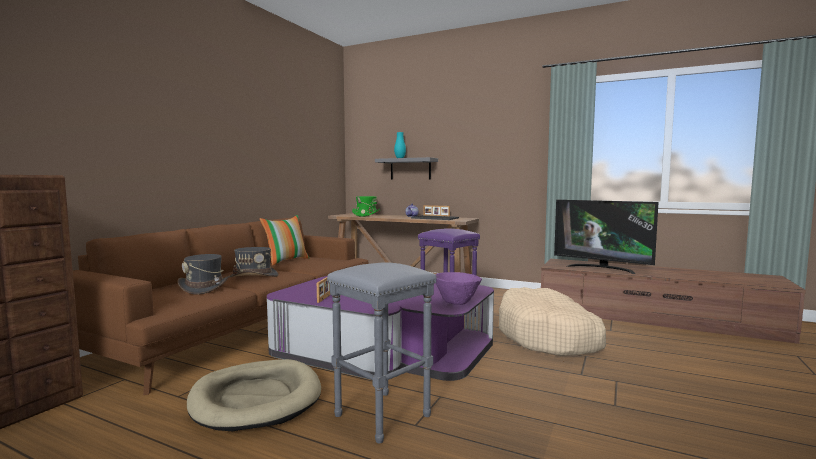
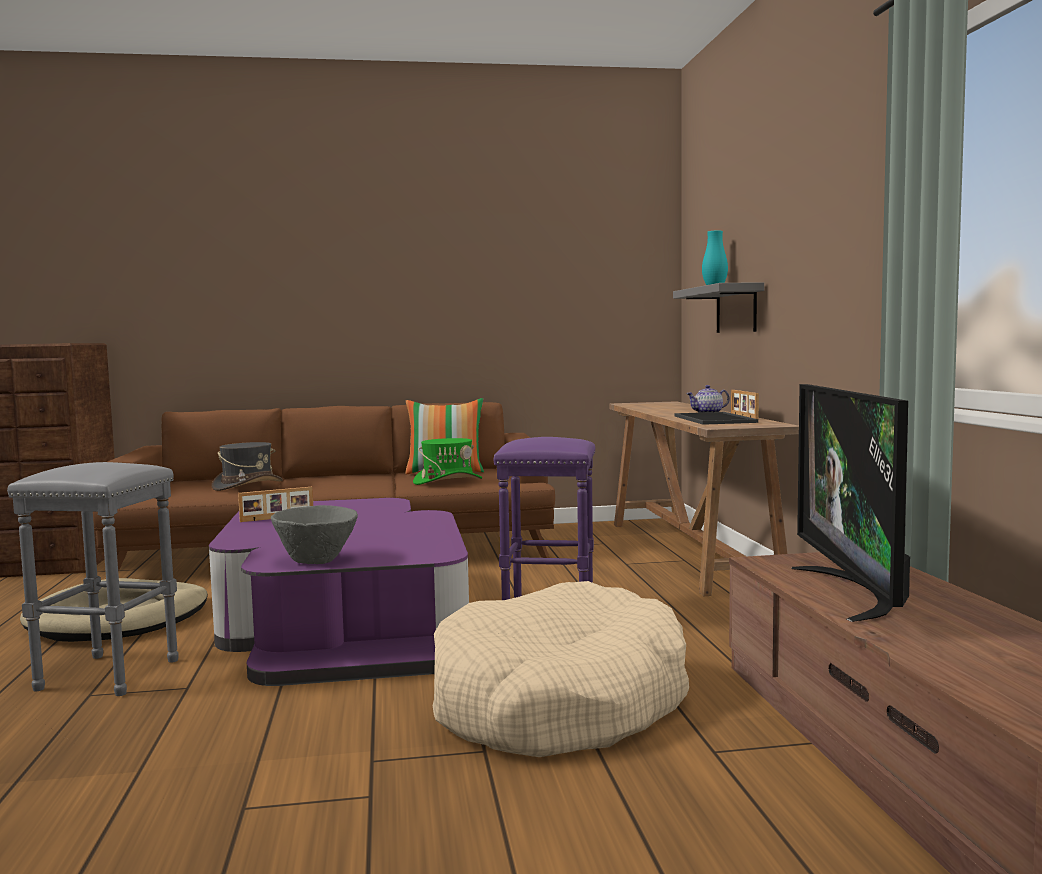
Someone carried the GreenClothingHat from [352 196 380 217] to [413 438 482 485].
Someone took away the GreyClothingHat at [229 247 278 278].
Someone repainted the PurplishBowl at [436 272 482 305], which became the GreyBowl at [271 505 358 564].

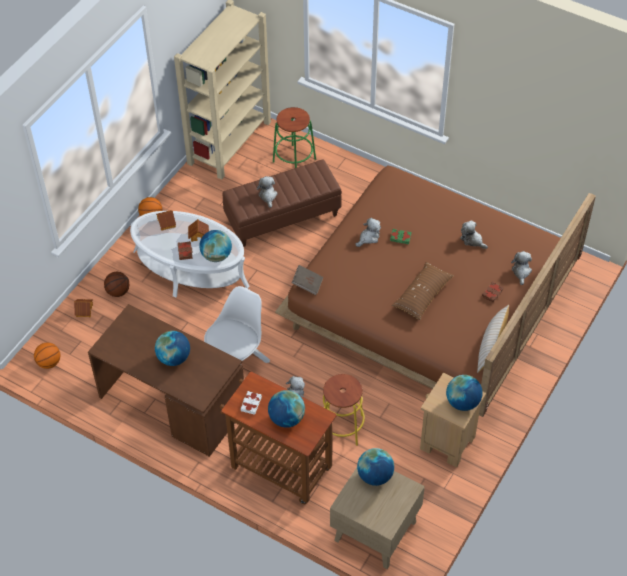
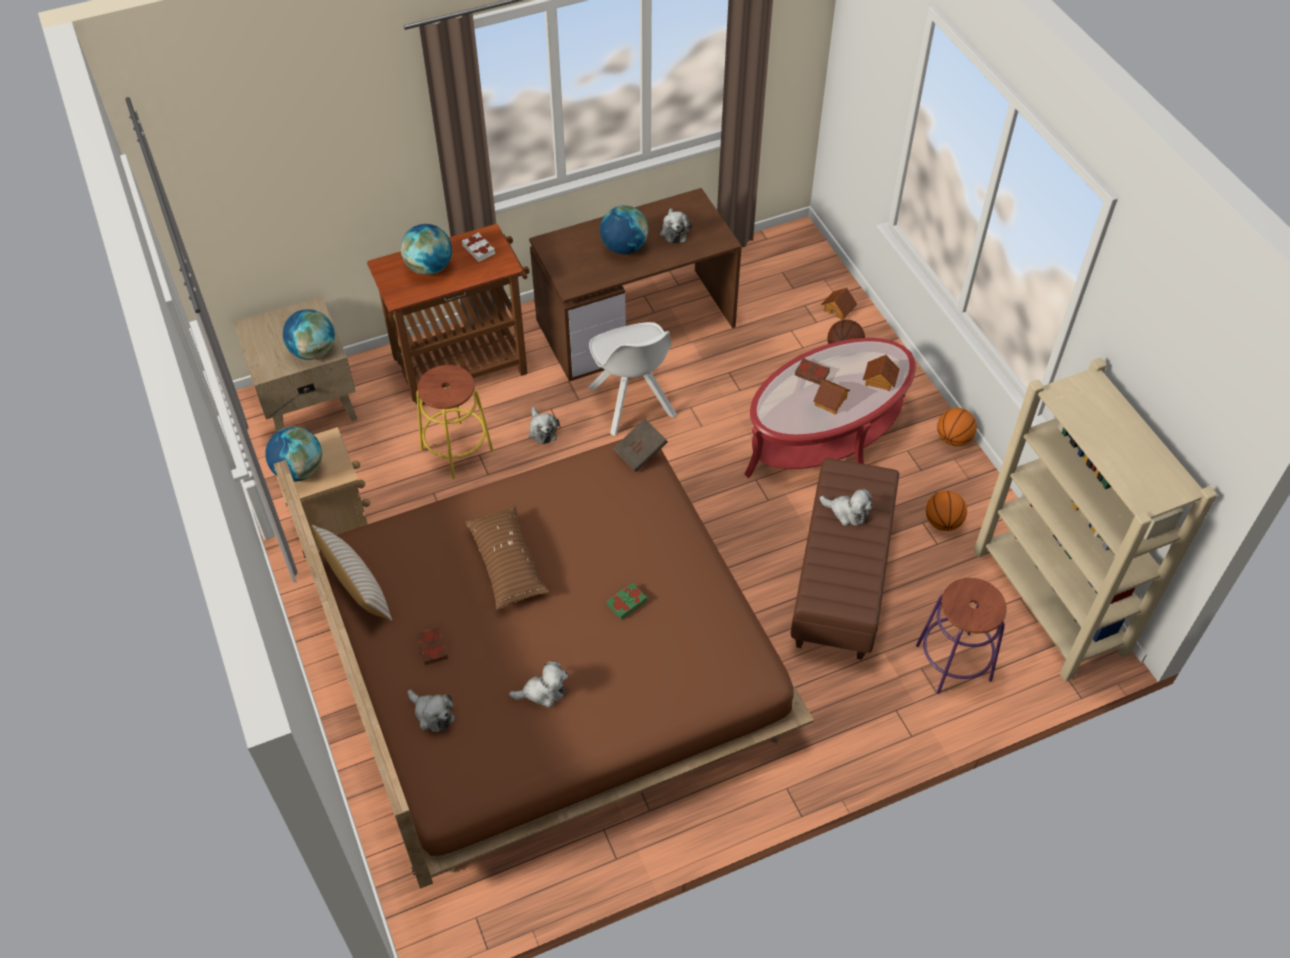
Someone repainted the GreenStoolSeat at [273 107 316 168], which became the PurplishStoolSeat at [916 578 1007 694].
Someone repainted the WhiteCoffeeTable at [130 211 249 297], which became the RedCoffeeTable at [745 338 916 478].
Someone carried the CuddlyToy from [355 218 381 247] to [660 208 692 244].
Someone took away the Globe at [199 230 232 262].
Someone carried the BallForBasketball from [34 343 60 369] to [926 491 967 531].

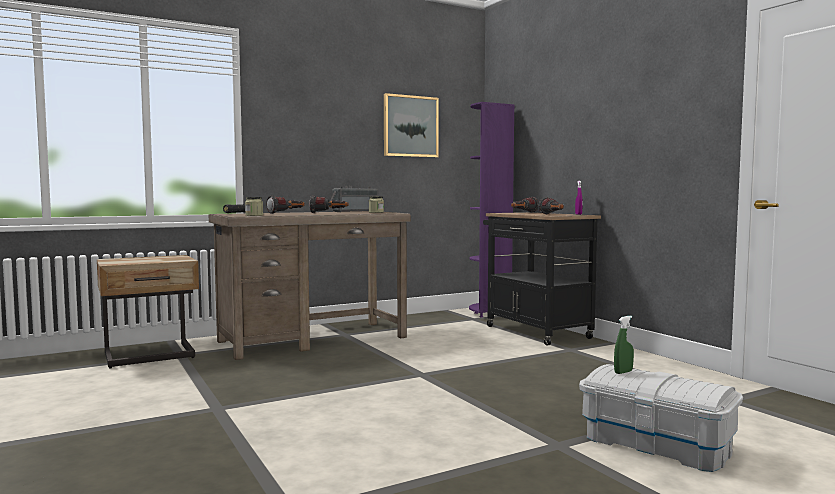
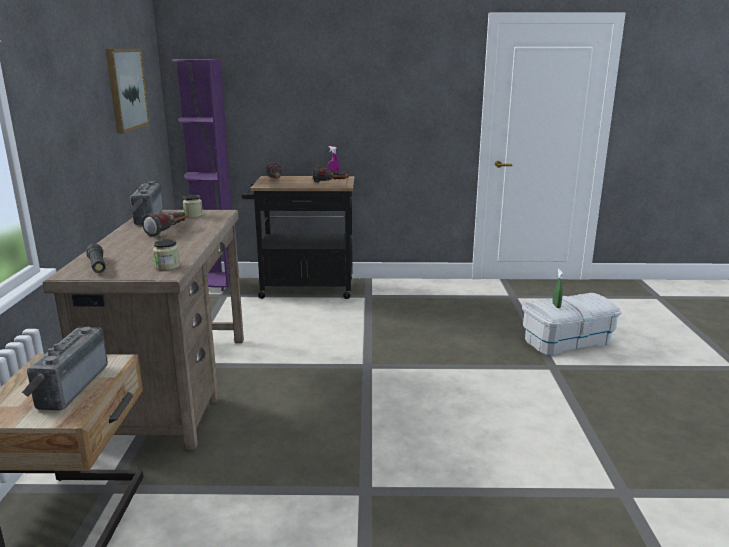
Someone took away the Torch at [266 195 305 214].
Someone put down the RadioSet at [22 327 108 411].

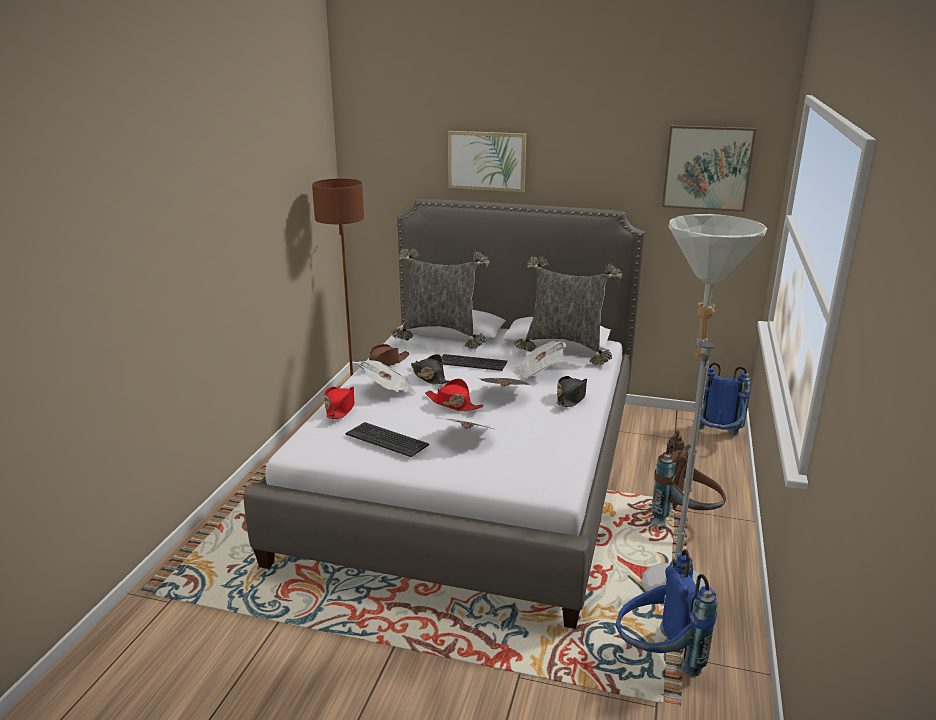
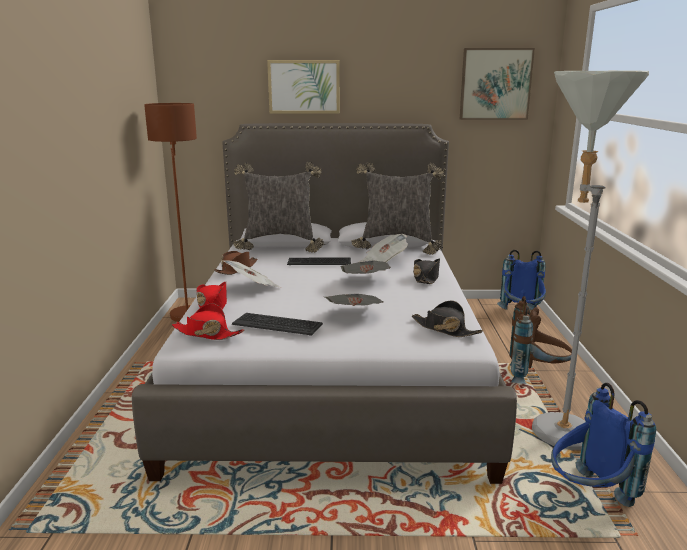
Someone carried the BlackishClothingHat from [411 354 449 385] to [411 300 483 337].
Someone carried the RedClothingHat from [425 379 484 412] to [172 303 244 340].

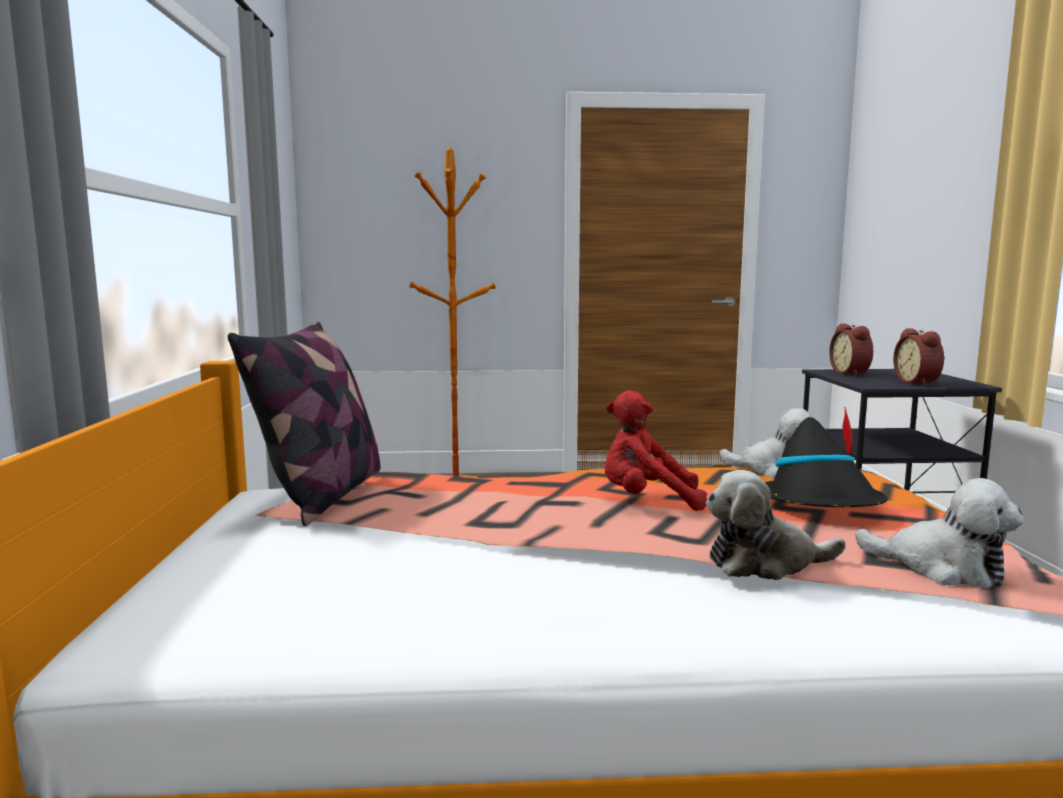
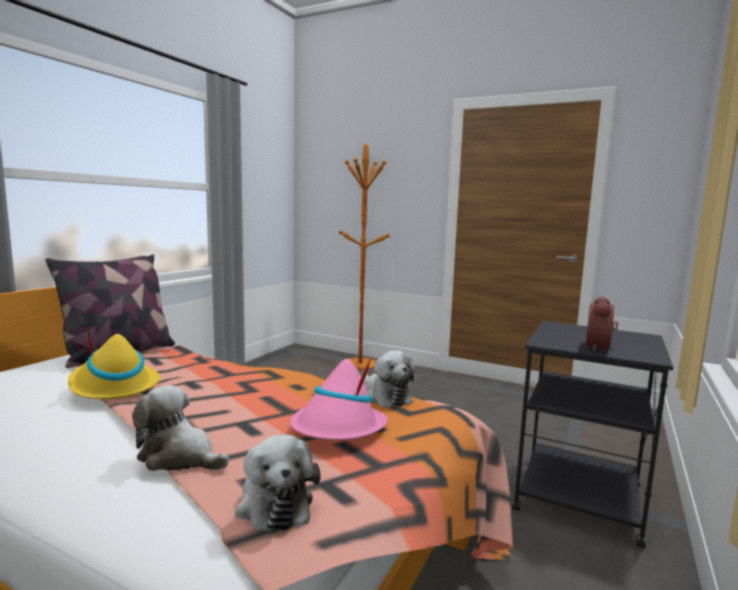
Someone took away the BedsideClock at [829 323 873 376].
Someone took away the RedCuddlyToy at [604 390 707 511].
Someone repainted the BlackishClothingHat at [765 407 888 507], which became the PinkishClothingHat at [290 355 388 440].
Someone put down the YellowClothingHat at [68 330 160 399].

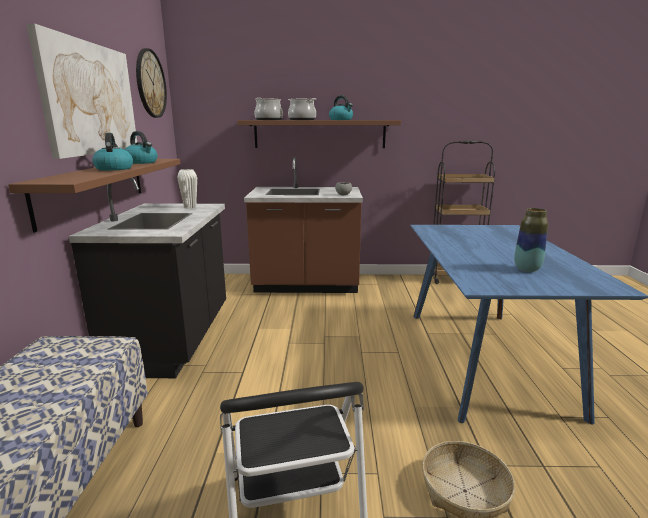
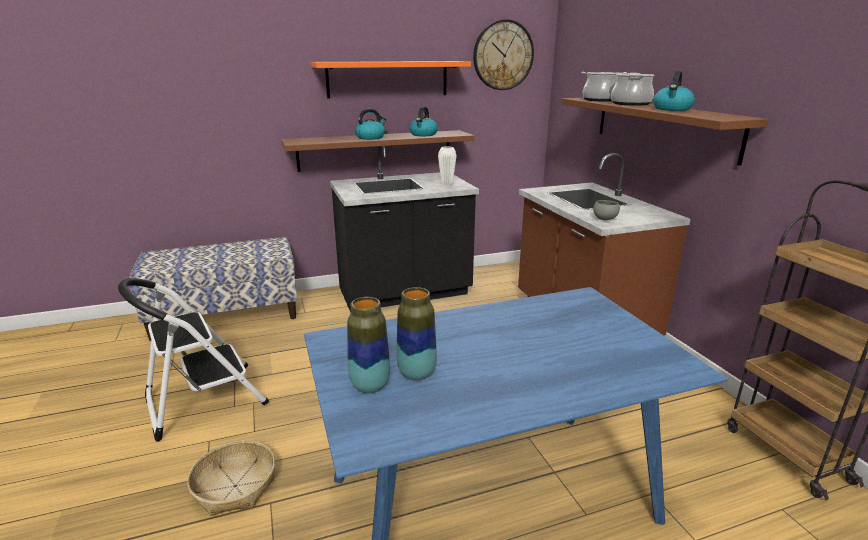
Someone swapped the WallArt at [26 23 137 159] for the OrangeyShelf at [311 61 471 98].
Someone put down the DecorativeVase at [347 297 390 393].

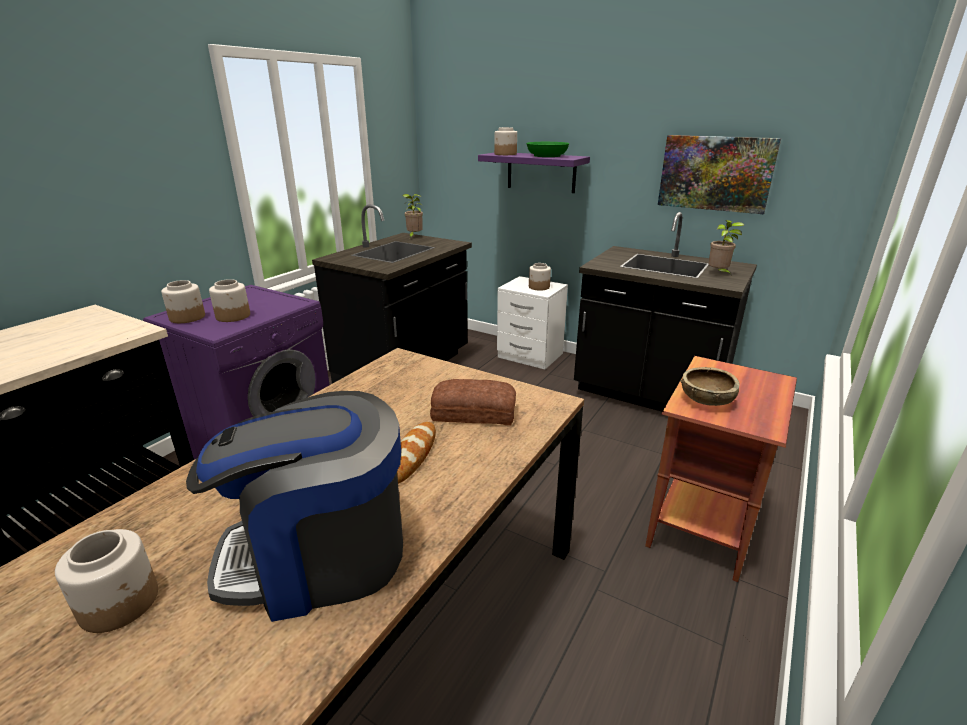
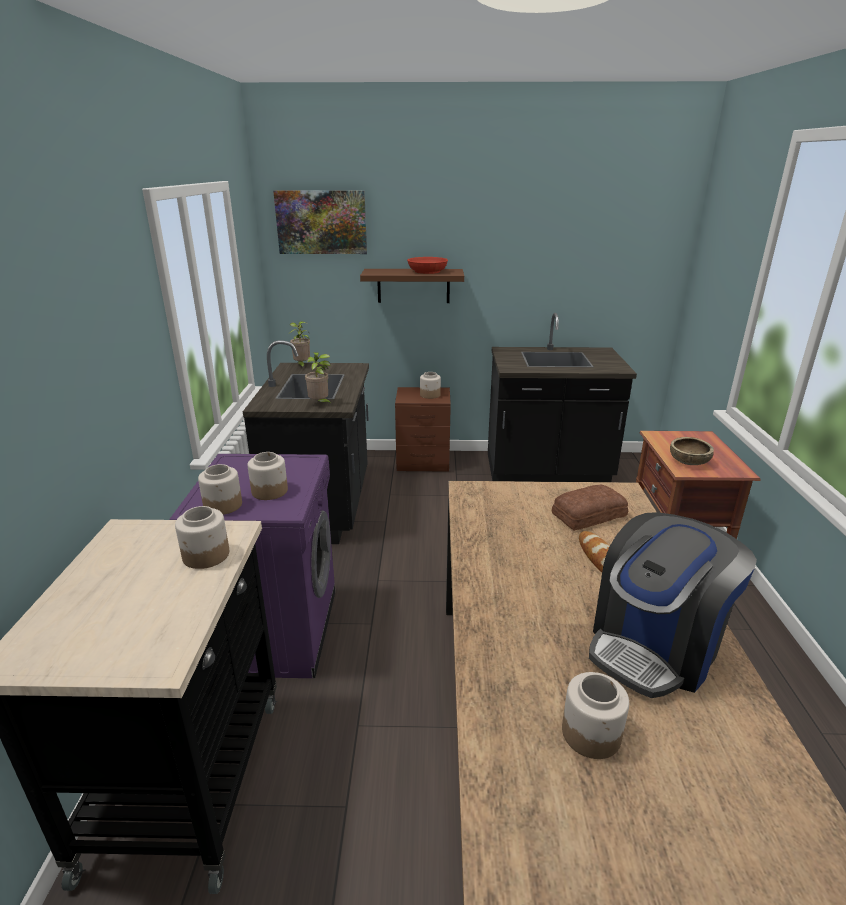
Someone carried the StorageJar from [494 127 517 155] to [175 506 229 569].
Someone carried the WallArt from [658 135 781 214] to [273 190 367 254].
Someone repainted the GreenBowl at [526 142 570 157], which became the RedBowl at [407 257 448 274].
Someone repainted the PurplishShelf at [478 153 590 193], which became the BrownColouredShelf at [360 269 464 303].
Someone carried the PottedPlant from [708 220 744 276] to [305 352 332 404].
Someone repainted the WhiteNightstand at [497 276 568 370], which became the BrownColouredNightstand at [395 387 451 472].

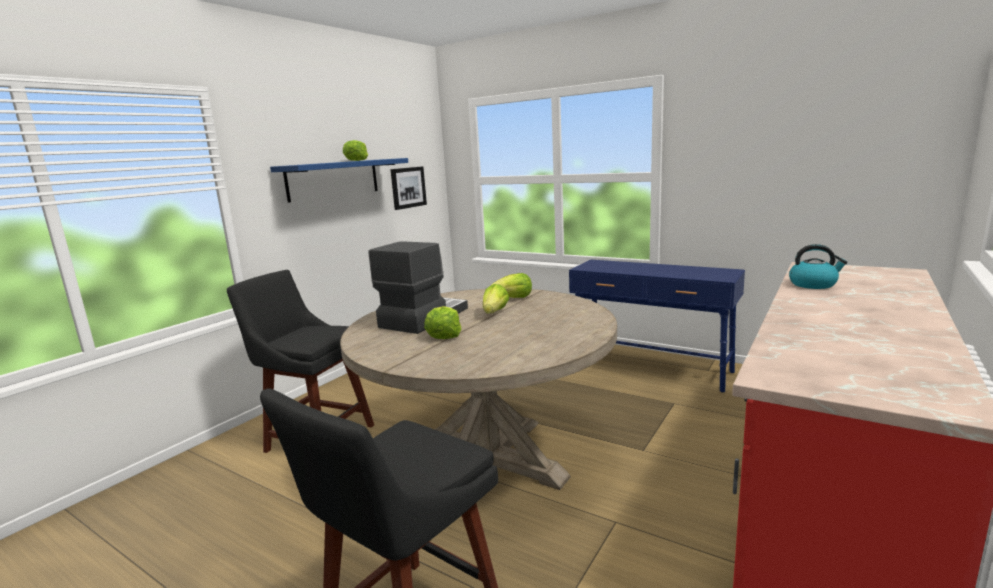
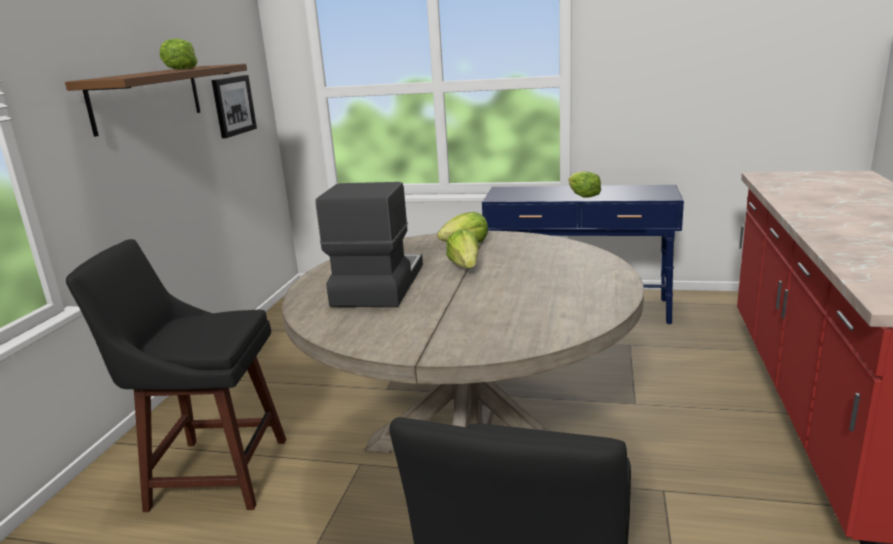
Someone repainted the BlueShelf at [270 158 408 203], which became the BrownColouredShelf at [65 64 247 137].
Someone took away the Kettle at [789 244 848 289].
Someone carried the HeadOfLettuce from [424 306 461 339] to [568 171 601 198].

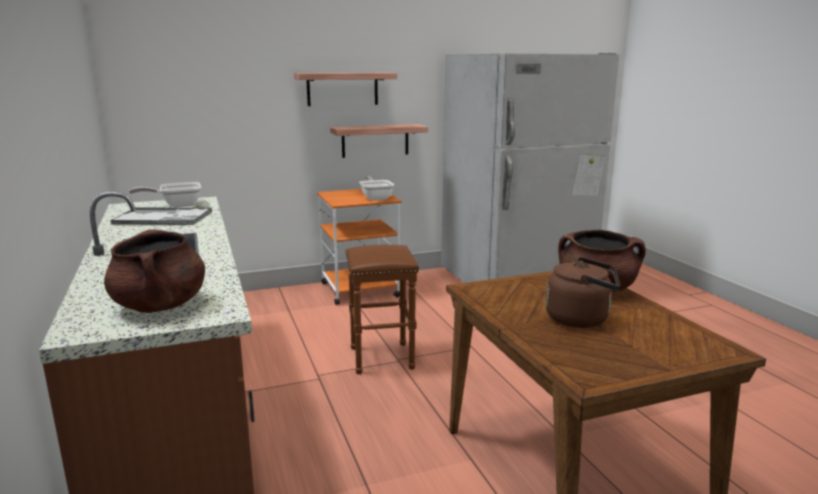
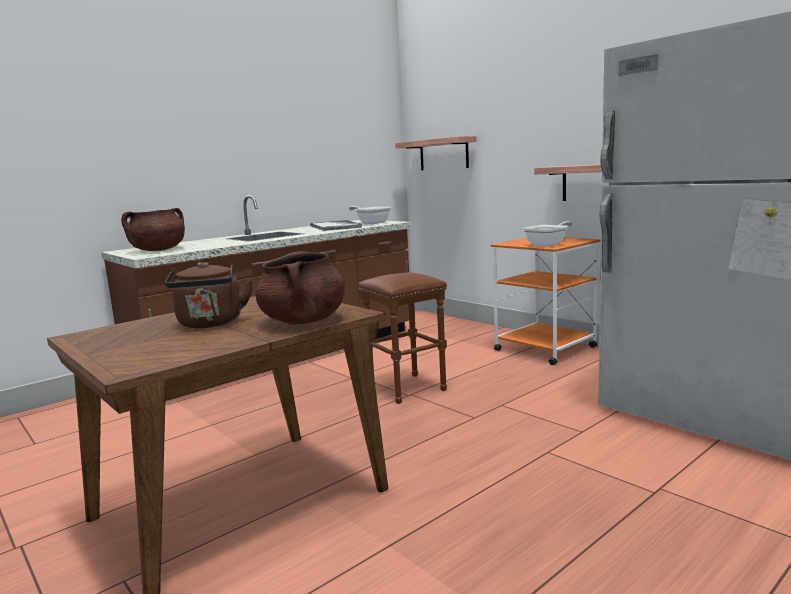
Someone carried the Shelf from [294 73 397 106] to [395 136 477 170].

